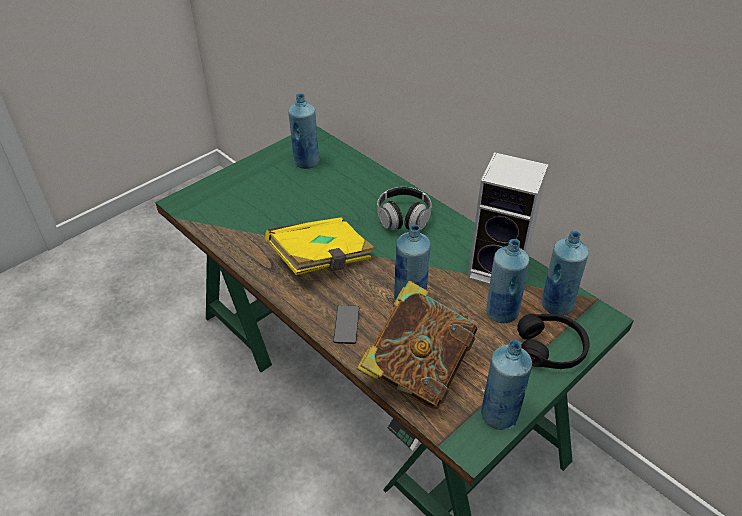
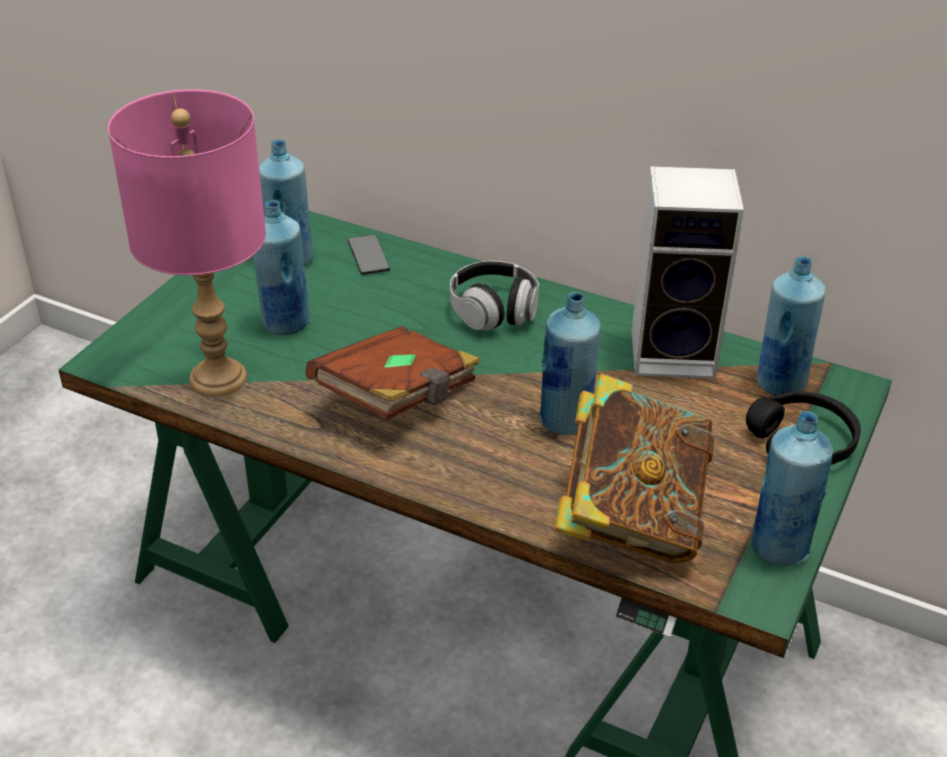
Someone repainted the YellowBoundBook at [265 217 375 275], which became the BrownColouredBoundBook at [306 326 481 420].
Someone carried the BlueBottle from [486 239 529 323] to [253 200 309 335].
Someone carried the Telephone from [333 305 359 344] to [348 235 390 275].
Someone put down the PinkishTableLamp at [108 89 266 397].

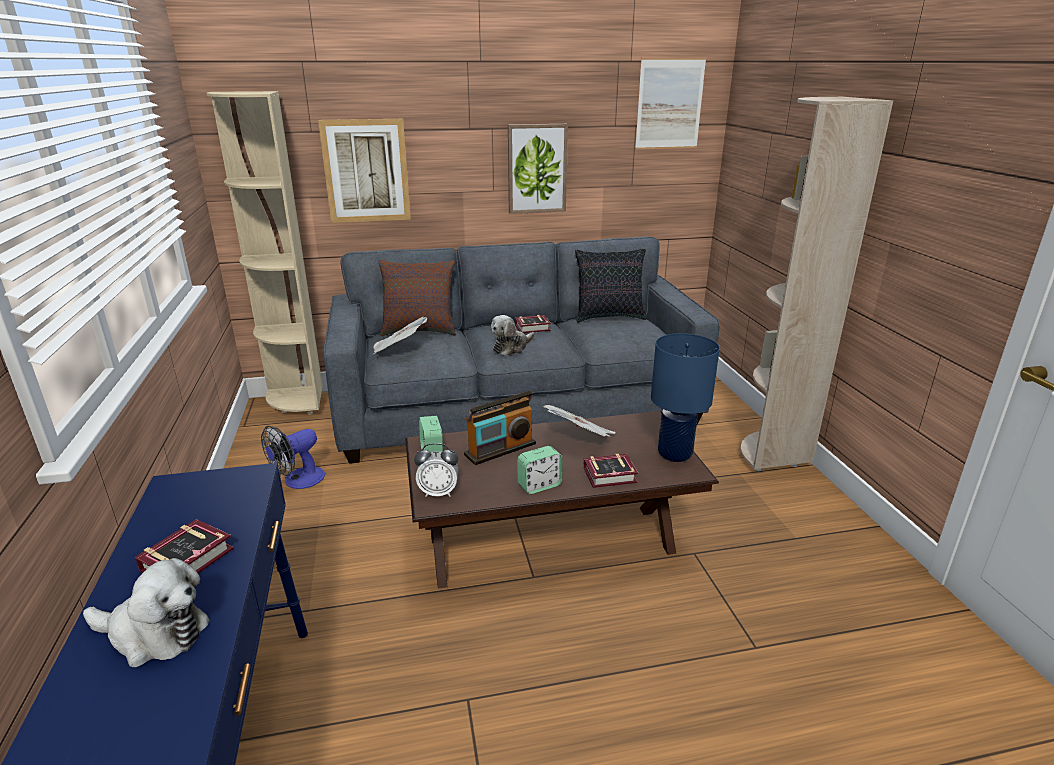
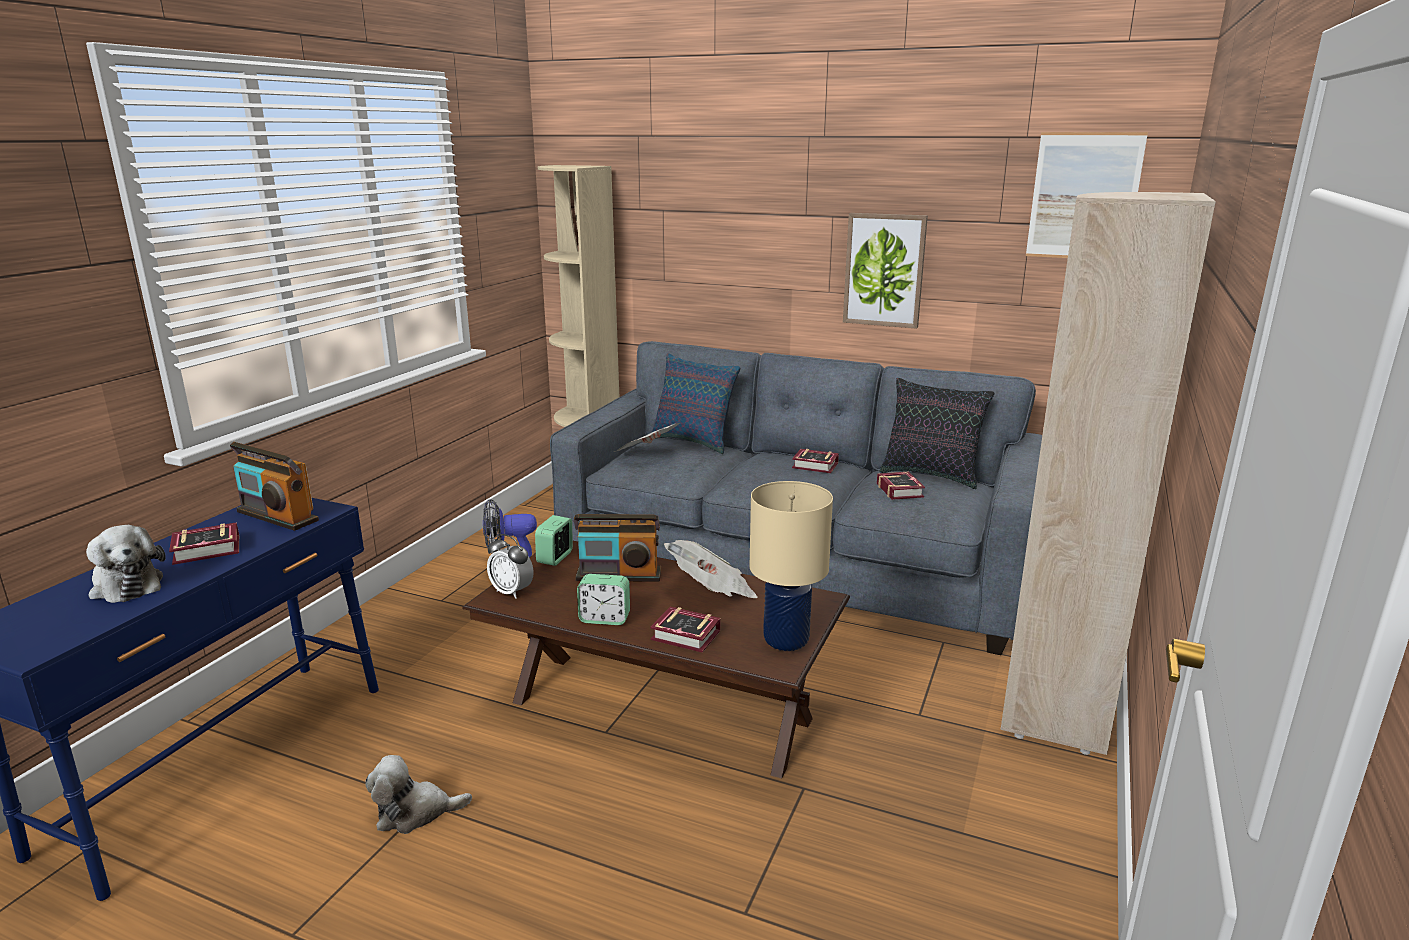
Someone took away the WallArt at [318 119 411 223].
Someone repainted the BrownColouredCushion at [379 260 456 336], which became the BlueCushion at [652 353 740 454].
Someone carried the CuddlyToy from [491 315 535 356] to [365 755 472 834].
Someone repainted the BlueTableLamp at [651 333 720 462], which became the SandColouredTableLamp at [750 481 833 651].
Someone put down the RadioSet at [230 442 319 531].
Someone put down the BoundBook at [877 472 925 500].

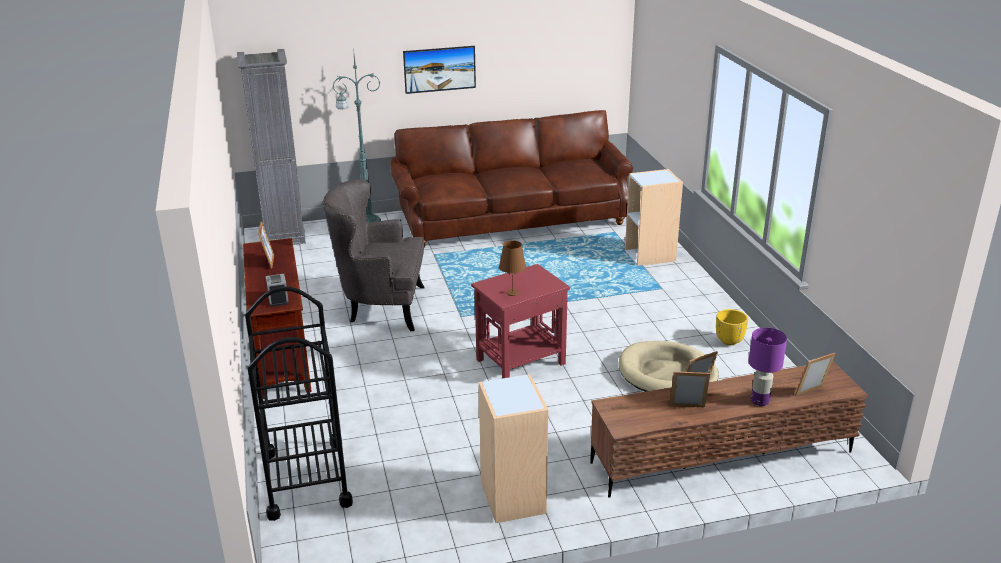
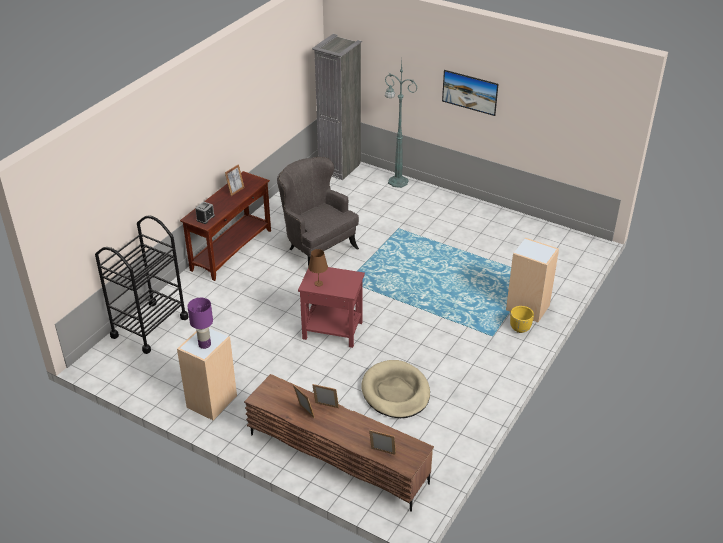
Someone took away the BrownColouredSofa at [391 110 633 247].
Someone carried the YellowPlantPot from [716 309 748 345] to [510 306 534 333].
Someone carried the PurplishTableLamp from [748 328 787 406] to [187 298 213 349].

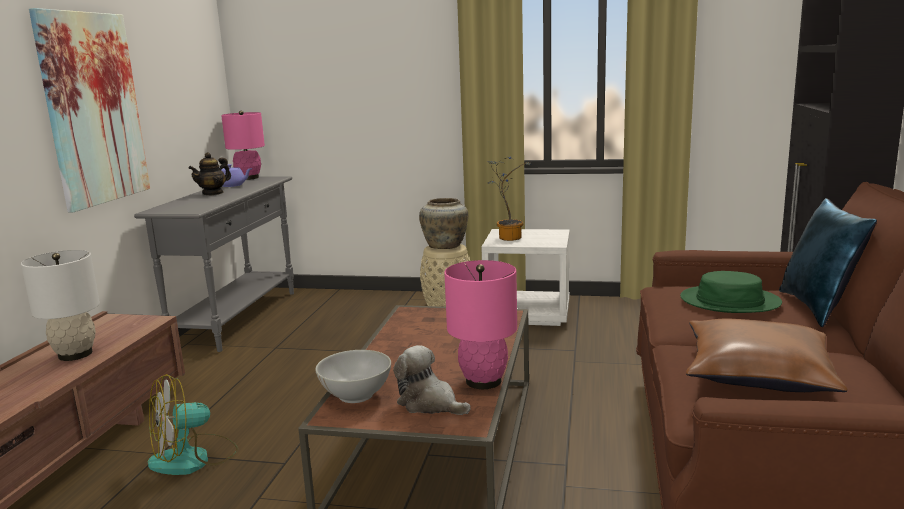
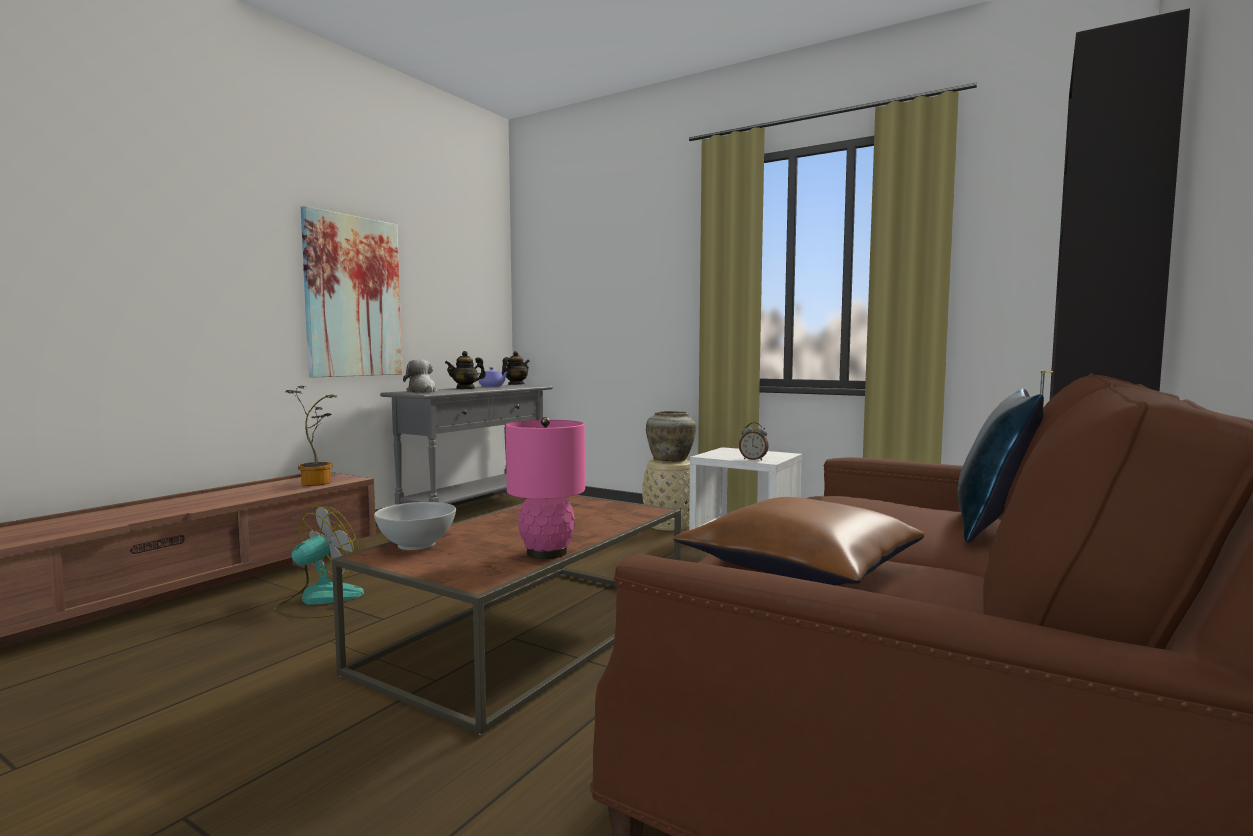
Someone swapped the PinkishTableLamp at [221 111 265 180] for the TeaPot at [502 351 530 385].
Someone carried the PottedPlant from [487 156 531 241] to [285 386 337 486].
Someone took away the WhiteTableLamp at [21 250 100 361].
Someone took away the GreenClothingHat at [680 271 782 313].
Someone carried the CuddlyToy from [393 345 471 415] to [403 359 438 393].
Someone rotated the CoolingFan at [148 374 239 475] by 135 degrees clockwise.
Someone put down the BedsideClock at [739 422 769 461].

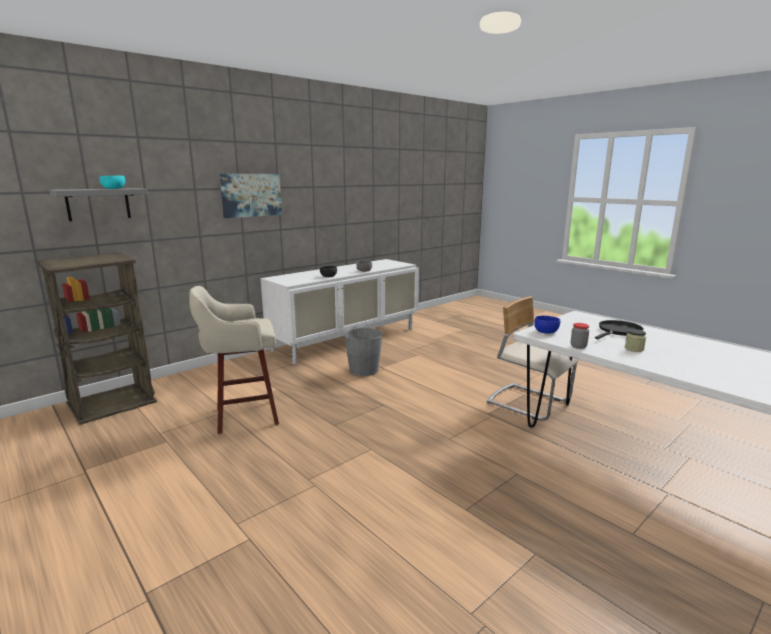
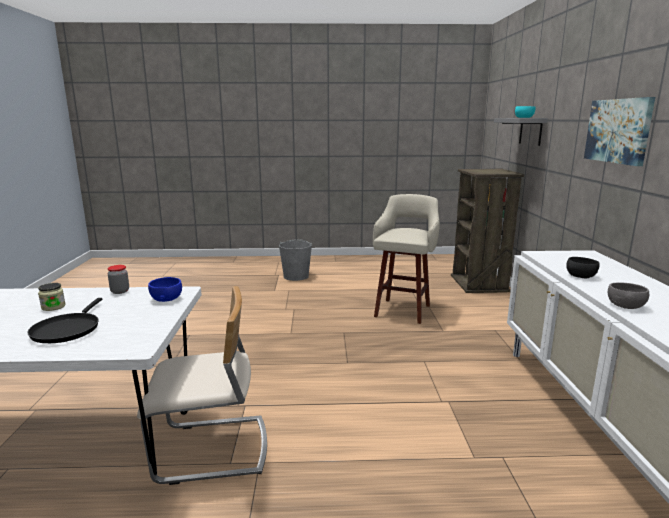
Someone carried the GreyBucket from [344 327 383 376] to [279 239 312 281].

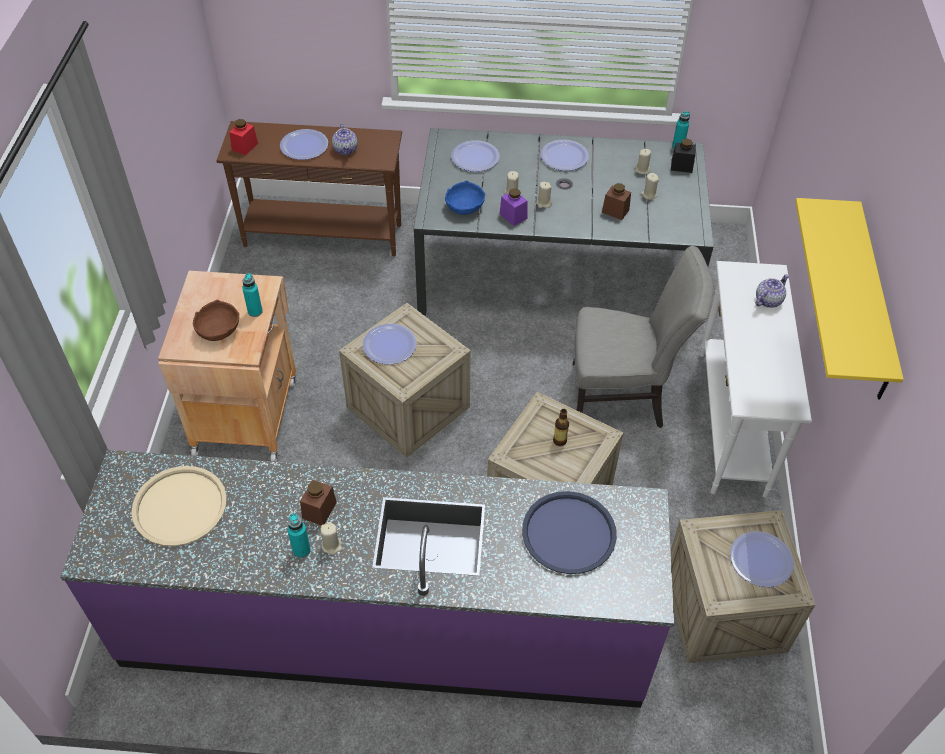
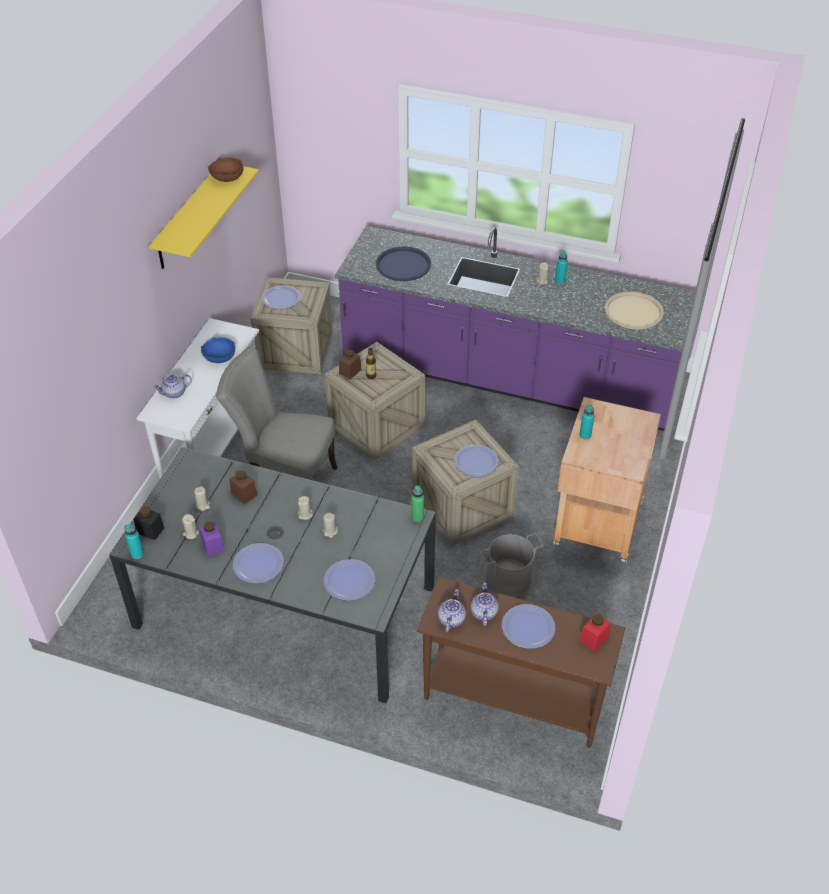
Someone carried the BlueBowl from [445 180 485 215] to [201 337 235 363].
Someone carried the PurplishStorageJar from [500 188 528 226] to [199 522 225 557].
Someone carried the BrownColouredBowl from [193 300 239 341] to [208 157 243 182].
Someone carried the BrownColouredStorageJar from [300 480 337 525] to [339 349 361 380].
Someone put down the GreenBottle at [411 485 424 522].
Someone put down the GreyBucket at [480 533 544 597].
Someone put down the TeaPot at [438 589 466 632].

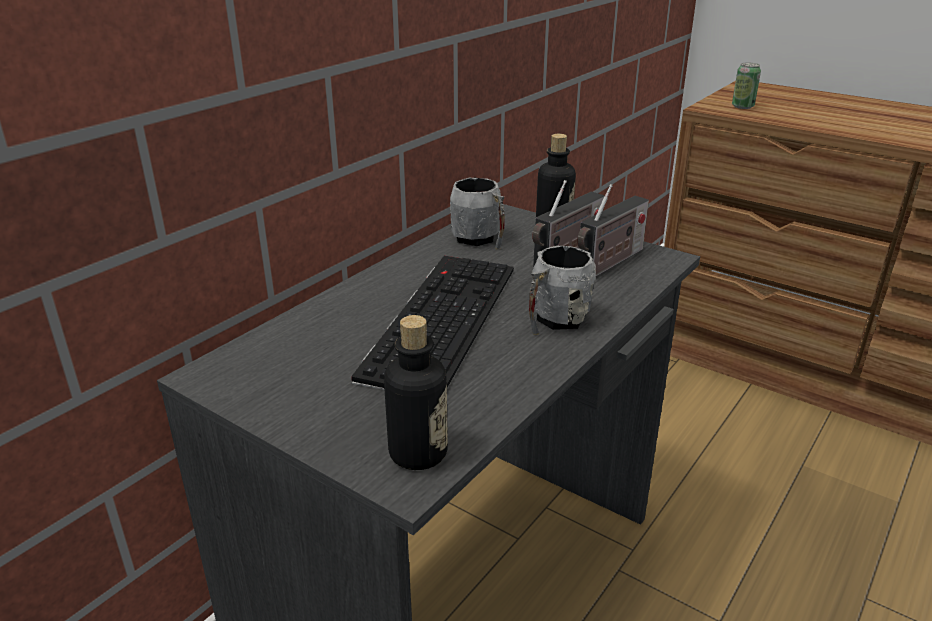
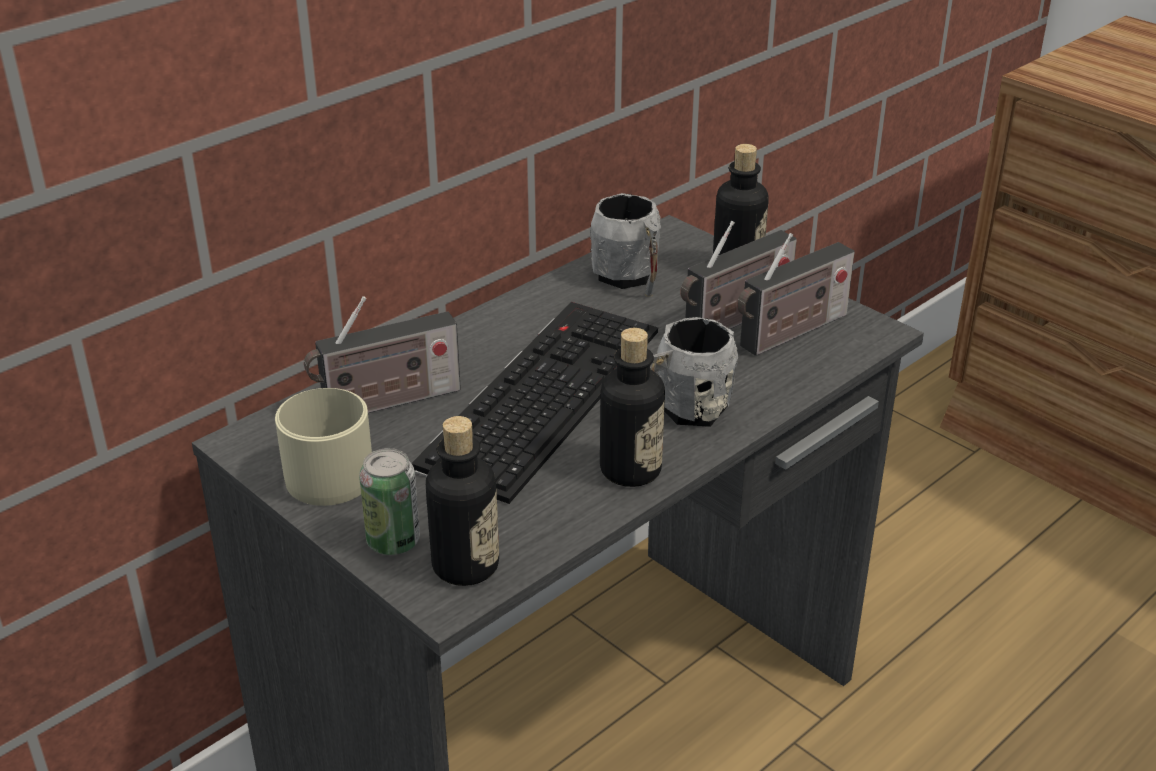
Someone carried the MetalCan from [732 62 761 109] to [359 448 420 555].
Someone put down the RadioSet at [304 296 461 413].
Someone put down the Bottle at [600 328 665 487].
Someone put down the SandColouredMug at [275 388 372 506].

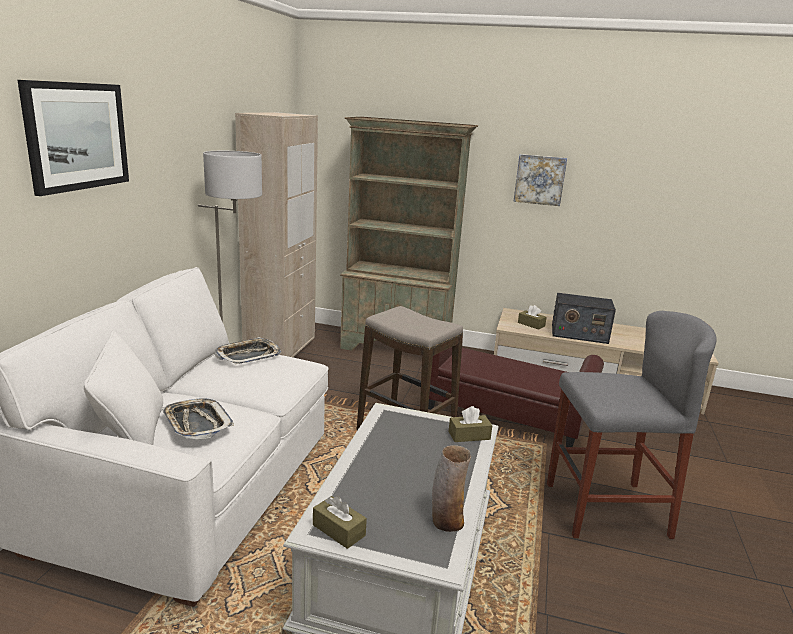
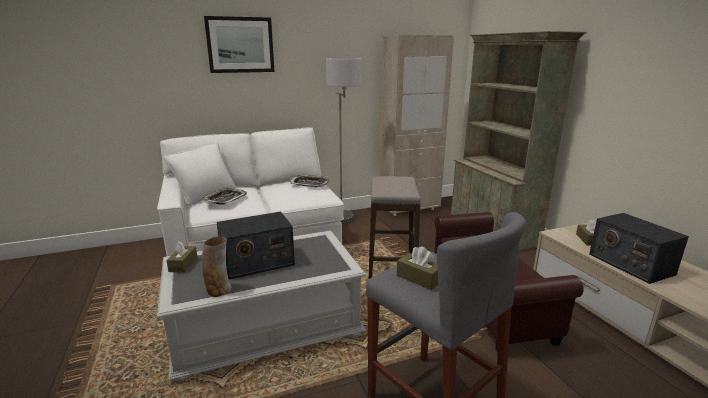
Someone took away the WallArt at [513 154 567 206].
Someone carried the BrownColouredBoxOfTissues from [448 406 493 442] to [397 246 438 290].
Someone put down the RadioSet at [217 212 295 279].

